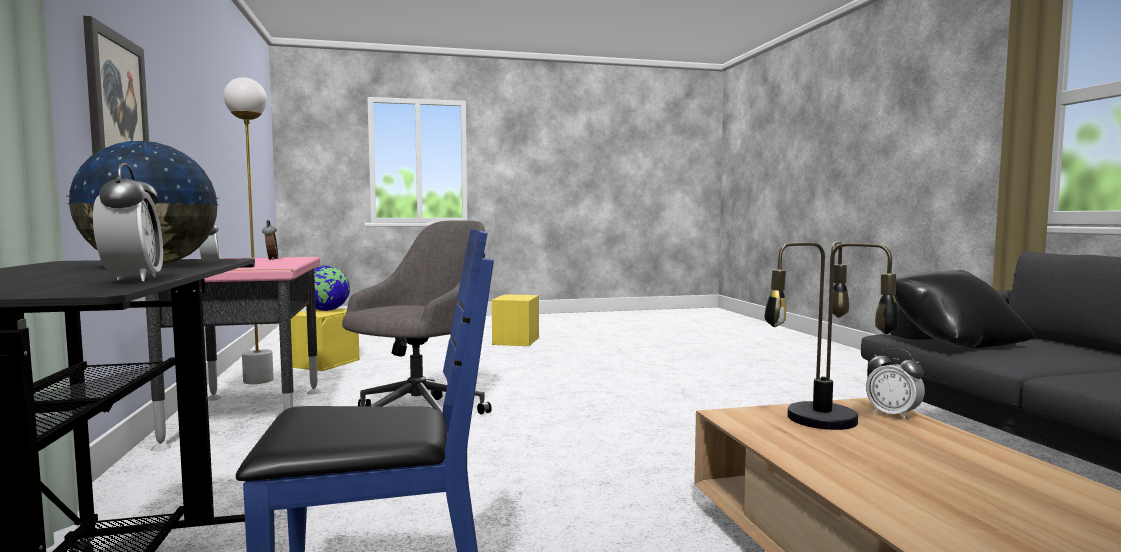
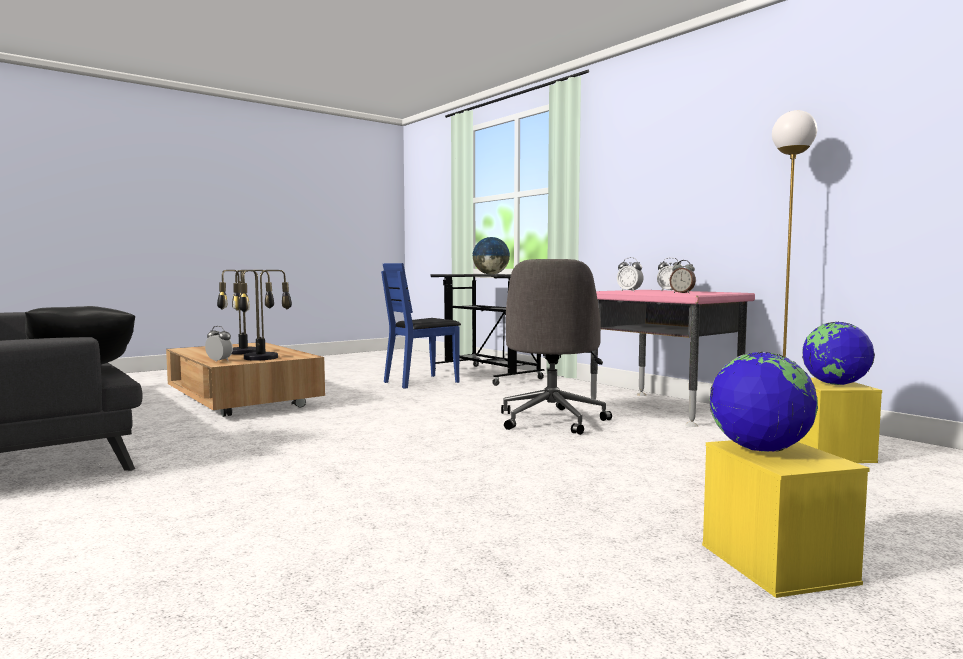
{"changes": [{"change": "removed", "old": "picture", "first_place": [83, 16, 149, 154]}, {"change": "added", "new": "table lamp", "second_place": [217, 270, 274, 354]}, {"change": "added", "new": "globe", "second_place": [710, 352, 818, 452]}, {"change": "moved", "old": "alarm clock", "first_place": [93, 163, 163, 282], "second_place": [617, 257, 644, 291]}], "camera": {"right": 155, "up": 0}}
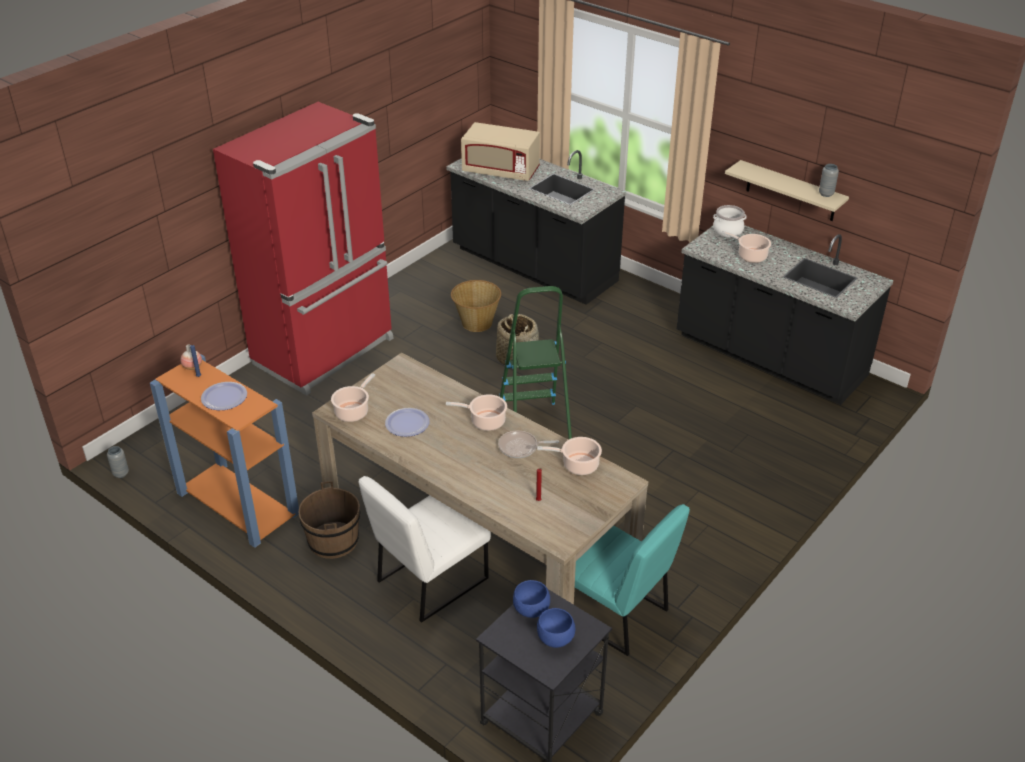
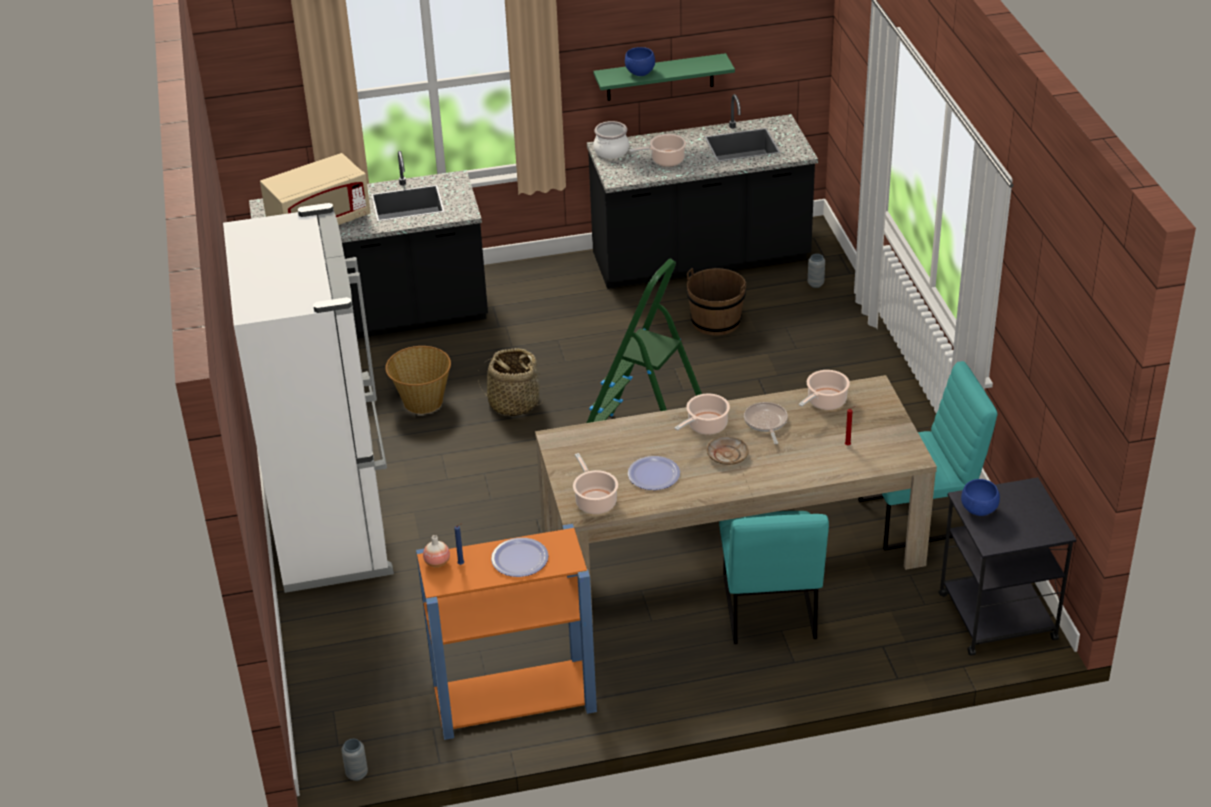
{"changes": [{"change": "added", "new": "plate (beige)", "second_place": [707, 436, 749, 465]}, {"change": "moved", "old": "bucket (brown)", "first_place": [299, 481, 360, 559], "second_place": [687, 268, 746, 336]}, {"change": "moved", "old": "bowl (blue)", "first_place": [537, 608, 575, 648], "second_place": [625, 47, 655, 76]}, {"change": "moved", "old": "vase (grey)", "first_place": [819, 164, 839, 197], "second_place": [808, 254, 825, 288]}, {"change": "recoloured", "old": "fridge (red)", "new": "fridge (white)", "first_place": [213, 102, 393, 396], "second_place": [223, 203, 394, 593]}, {"change": "recoloured", "old": "chair (white)", "new": "chair (turquoise)", "first_place": [359, 476, 491, 623], "second_place": [719, 511, 829, 644]}, {"change": "recoloured", "old": "shelf (beige)", "new": "shelf (green)", "first_place": [725, 160, 849, 221], "second_place": [593, 53, 735, 101]}, {"change": "turned", "old": "frying pan", "first_place": [498, 430, 559, 458], "second_place": [744, 402, 788, 444], "degrees": 135}], "camera": {"right": -50, "up": 0}}
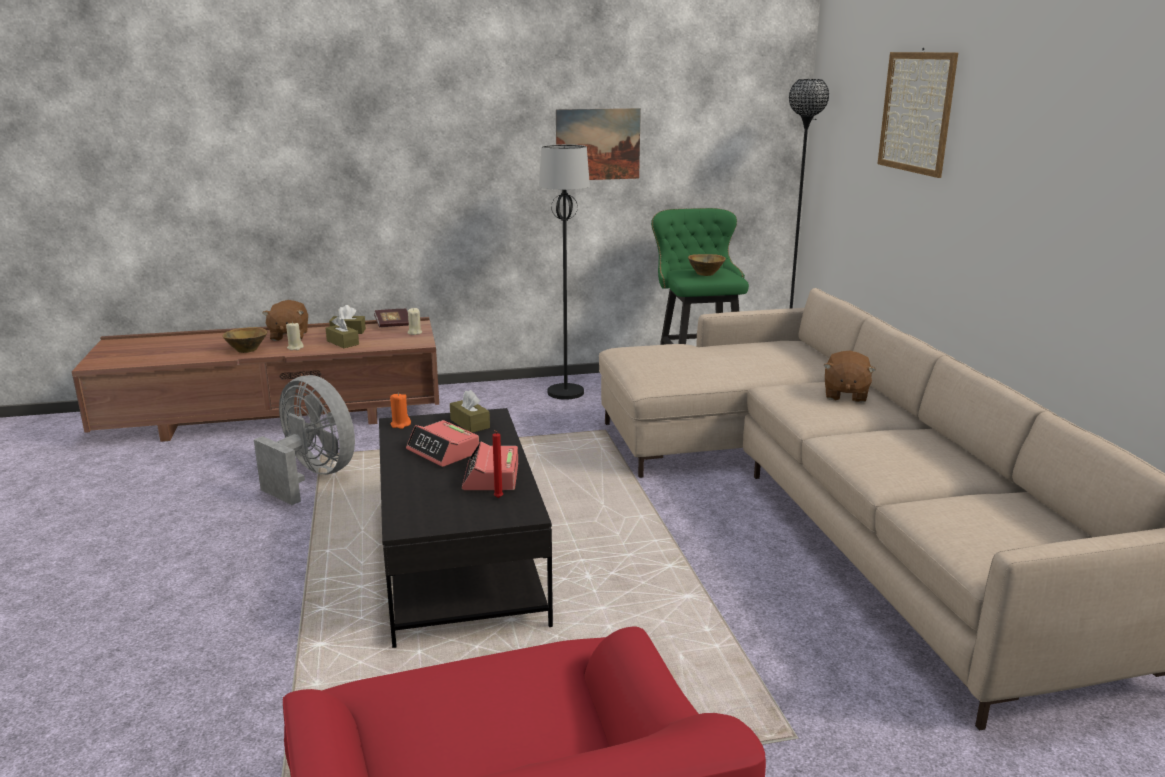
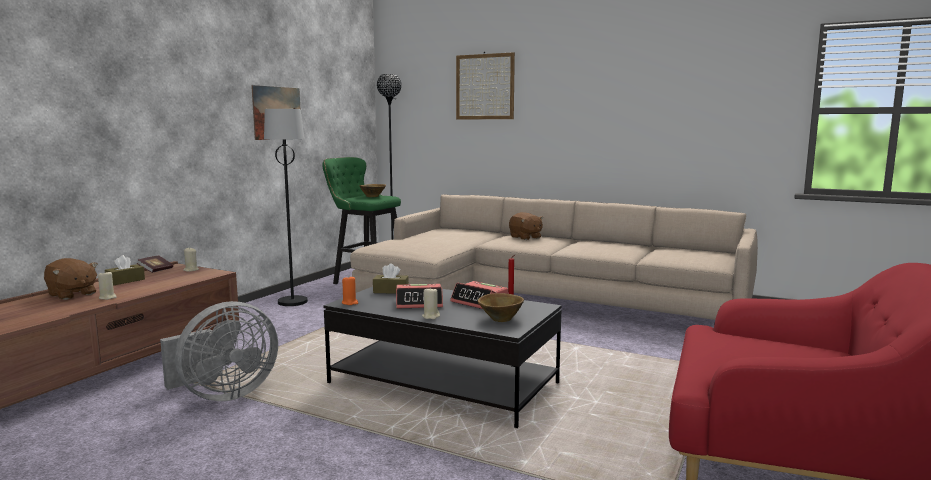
{"changes": [{"change": "removed", "old": "tissue box (brown)", "first_place": [326, 316, 359, 348]}, {"change": "added", "new": "candle (beige)", "second_place": [422, 289, 440, 319]}, {"change": "moved", "old": "bowl (brown)", "first_place": [222, 327, 267, 353], "second_place": [478, 293, 524, 322]}, {"change": "turned", "old": "fan (grey)", "first_place": [254, 375, 355, 505], "second_place": [160, 301, 278, 401], "degrees": 150}], "camera": {"right": -50, "up": -10}}
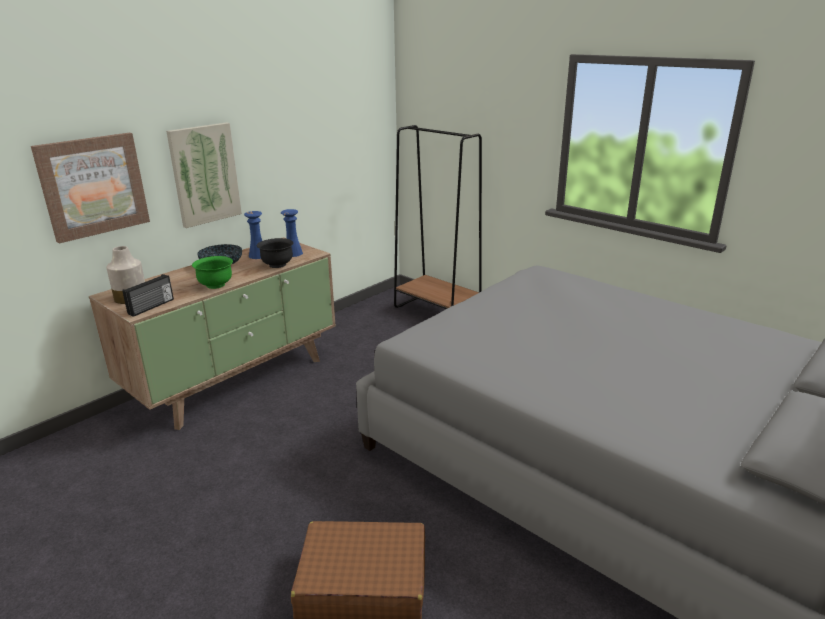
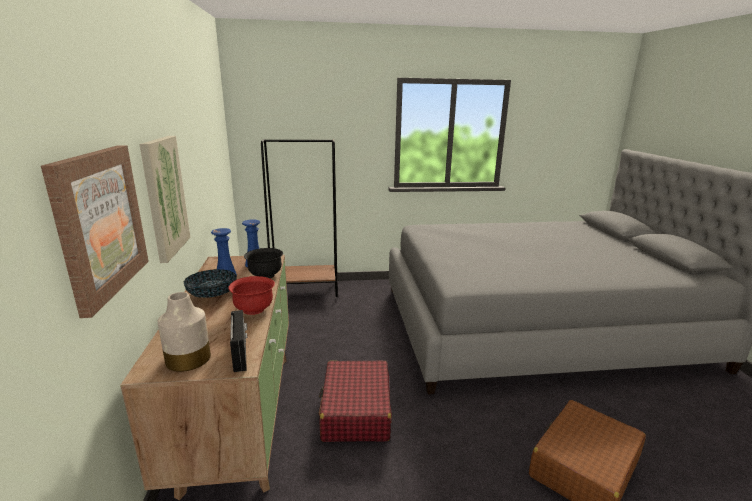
{"changes": [{"change": "added", "new": "suitcase (red)", "second_place": [318, 360, 392, 442]}, {"change": "recoloured", "old": "bowl (green)", "new": "bowl (red)", "first_place": [192, 256, 233, 289], "second_place": [228, 276, 275, 315]}], "camera": {"right": -50, "up": -5}}
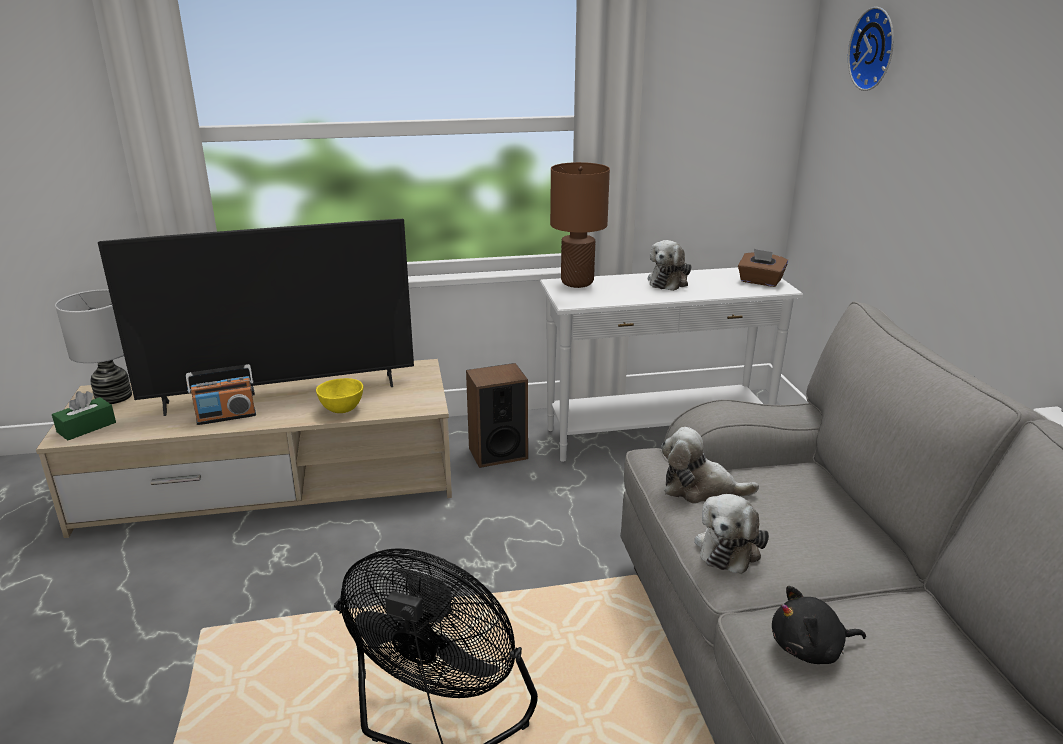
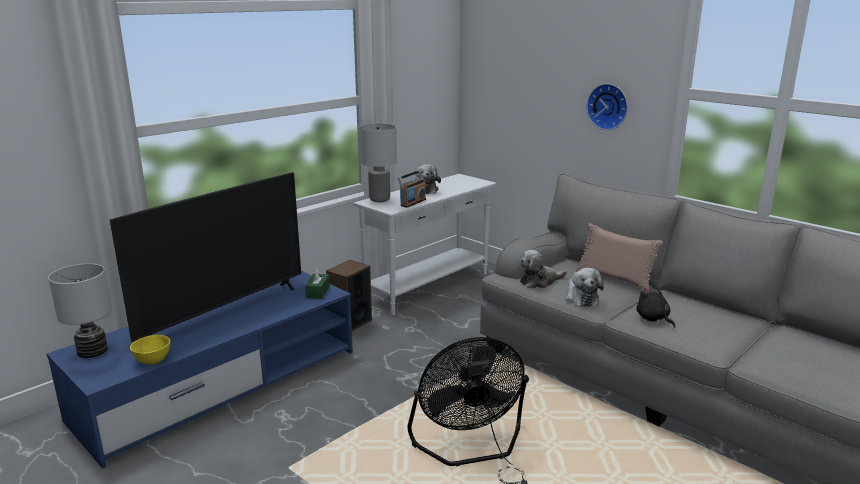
{"changes": [{"change": "removed", "old": "tissue box (brown)", "first_place": [738, 249, 788, 287]}, {"change": "added", "new": "pillow (beige)", "second_place": [576, 223, 663, 292]}, {"change": "moved", "old": "tissue box (green)", "first_place": [52, 391, 116, 440], "second_place": [305, 268, 329, 299]}, {"change": "moved", "old": "radio", "first_place": [186, 364, 256, 425], "second_place": [398, 170, 426, 208]}, {"change": "moved", "old": "bowl (yellow)", "first_place": [316, 378, 363, 413], "second_place": [130, 335, 170, 365]}, {"change": "moved", "old": "wall clock", "first_place": [848, 7, 894, 91], "second_place": [587, 84, 628, 130]}, {"change": "recoloured", "old": "tv stand (beige)", "new": "tv stand (blue)", "first_place": [36, 359, 452, 538], "second_place": [47, 271, 353, 469]}, {"change": "recoloured", "old": "table lamp (brown)", "new": "table lamp (grey)", "first_place": [550, 162, 610, 288], "second_place": [359, 124, 397, 202]}, {"change": "turned", "old": "plush toy (black)", "first_place": [772, 586, 866, 664], "second_place": [636, 287, 675, 328], "degrees": 105}], "camera": {"right": -35, "up": -5}}
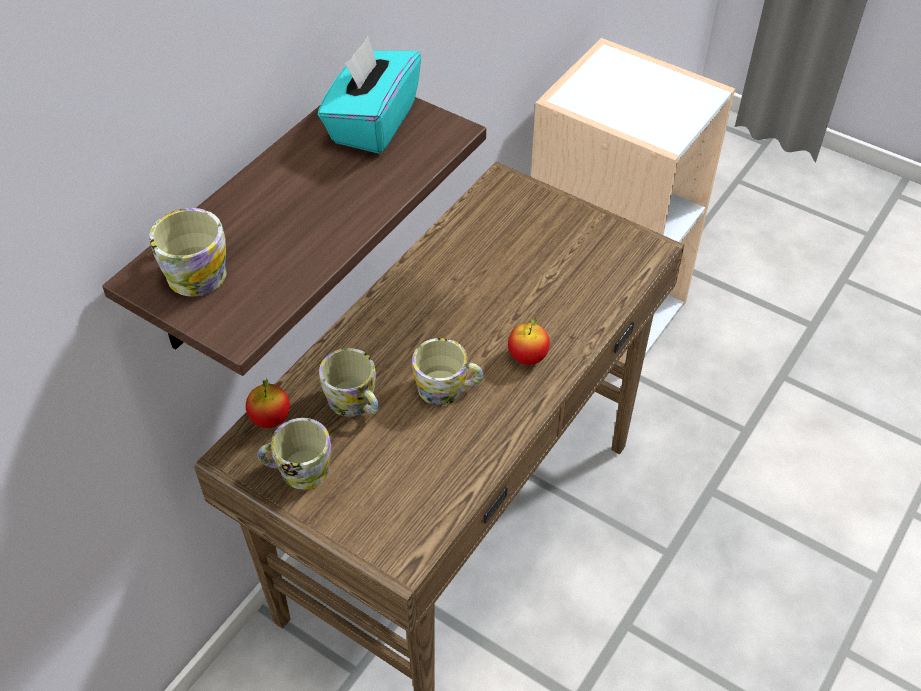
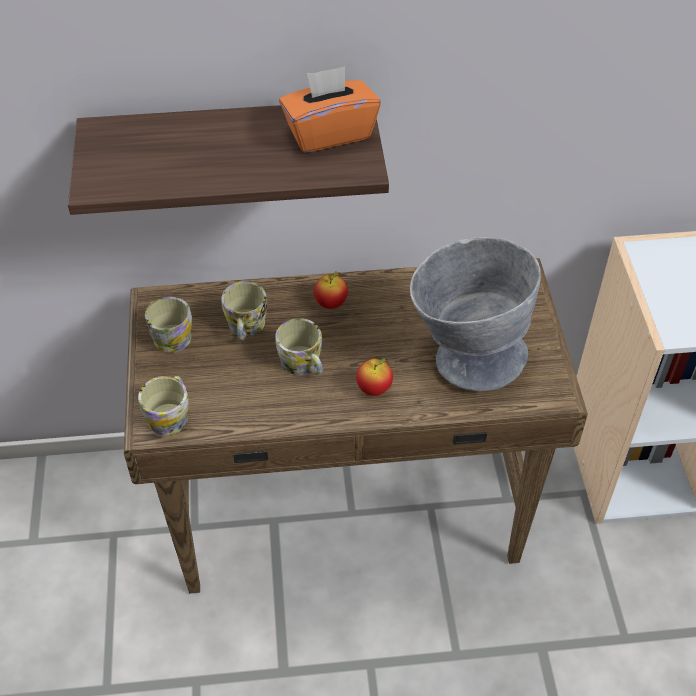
{"changes": [{"change": "added", "new": "bowl (grey)", "second_place": [410, 237, 541, 391]}, {"change": "moved", "old": "mug", "first_place": [149, 208, 227, 297], "second_place": [138, 376, 188, 435]}, {"change": "moved", "old": "apple", "first_place": [246, 378, 290, 428], "second_place": [314, 271, 348, 309]}, {"change": "recoloured", "old": "tissue box (turquoise)", "new": "tissue box (orange)", "first_place": [318, 37, 421, 154], "second_place": [279, 66, 381, 153]}], "camera": {"right": 50, "up": 0}}
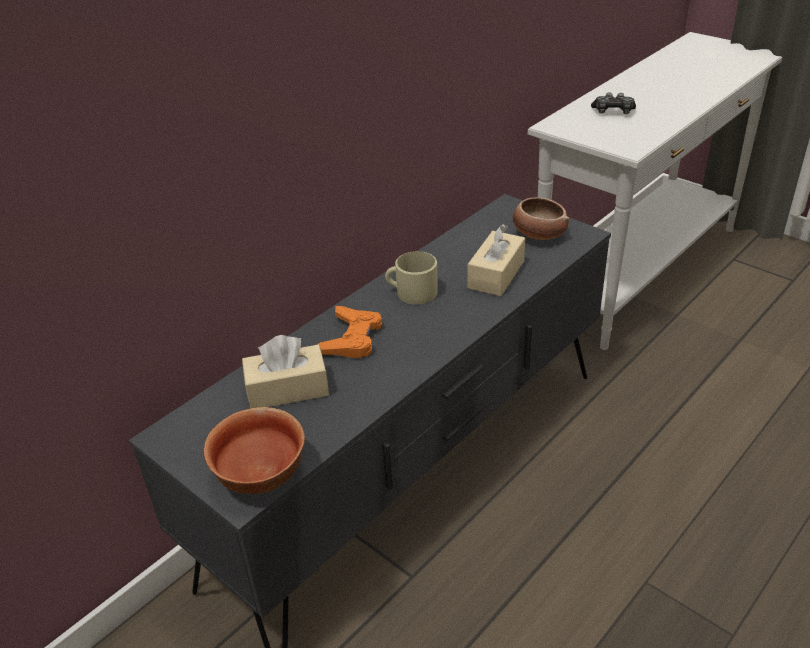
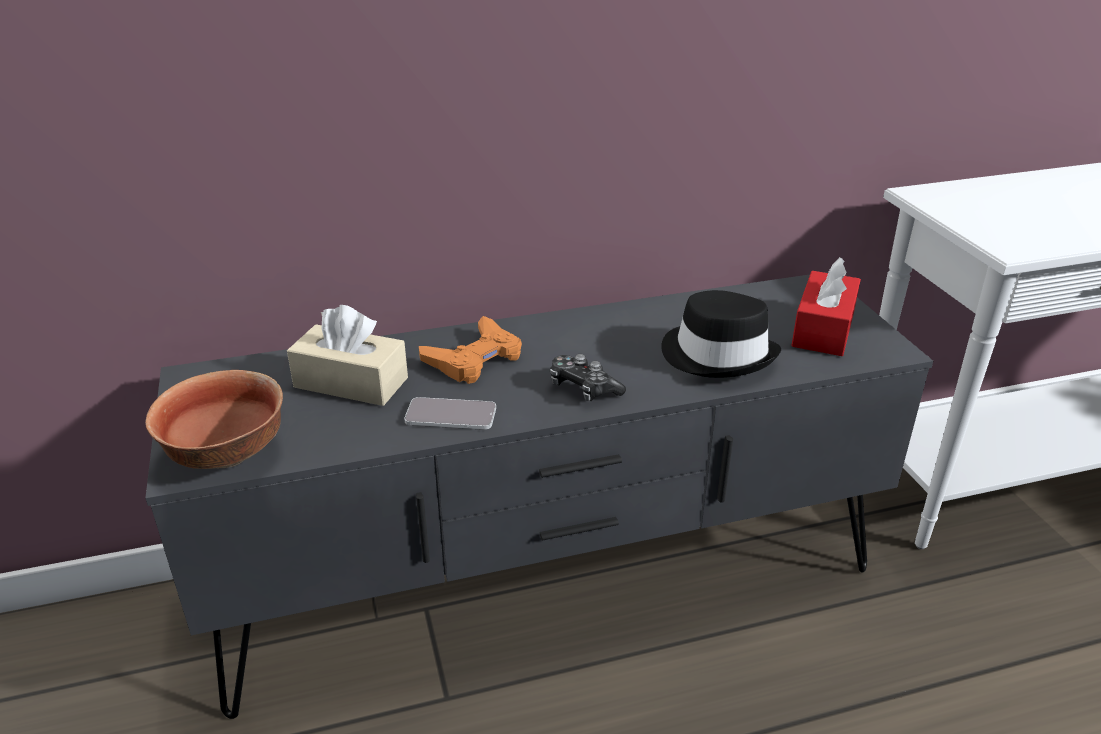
{"changes": [{"change": "removed", "old": "mug (beige)", "first_place": [385, 251, 438, 305]}, {"change": "added", "new": "phone", "second_place": [404, 397, 496, 430]}, {"change": "moved", "old": "game controller", "first_place": [591, 92, 636, 114], "second_place": [550, 354, 626, 401]}, {"change": "replaced", "old": "tissue box (beige)", "new": "hat (black)", "first_place": [468, 224, 525, 296], "second_place": [661, 290, 781, 378]}, {"change": "replaced", "old": "bowl", "new": "tissue box (red)", "first_place": [513, 197, 569, 240], "second_place": [791, 257, 861, 356]}], "camera": {"right": 30, "up": -5}}
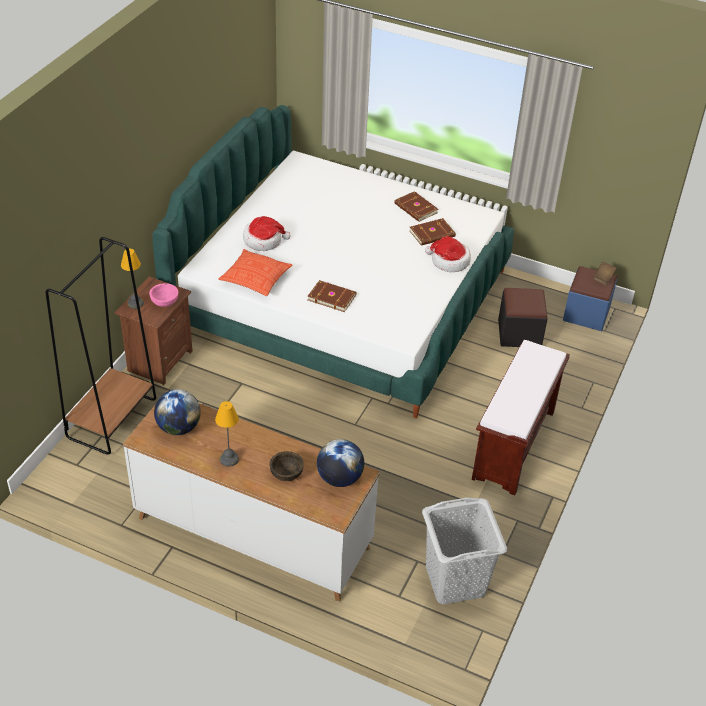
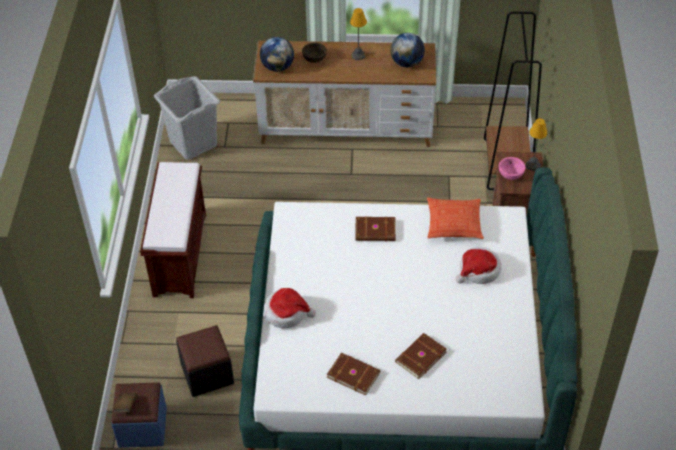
{"changes": [{"change": "moved", "old": "book (brown)", "first_place": [410, 218, 456, 246], "second_place": [395, 333, 446, 379]}], "camera": {"right": 160, "up": 5}}
